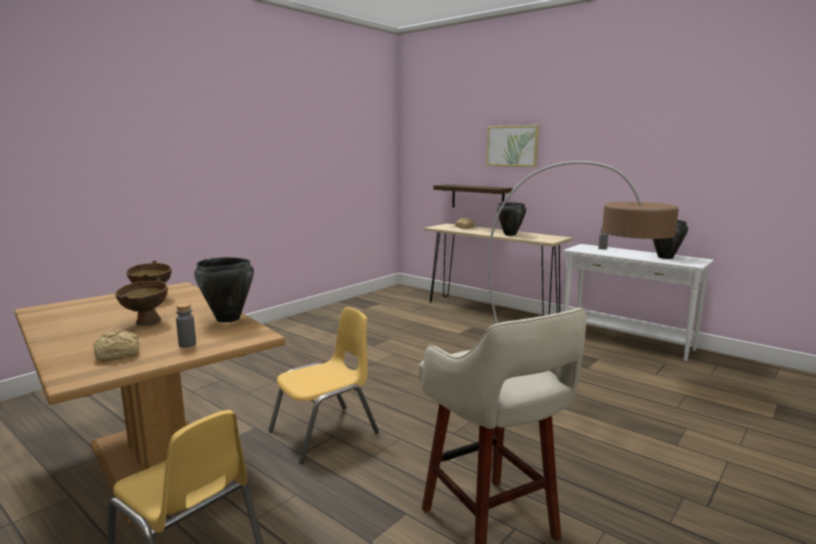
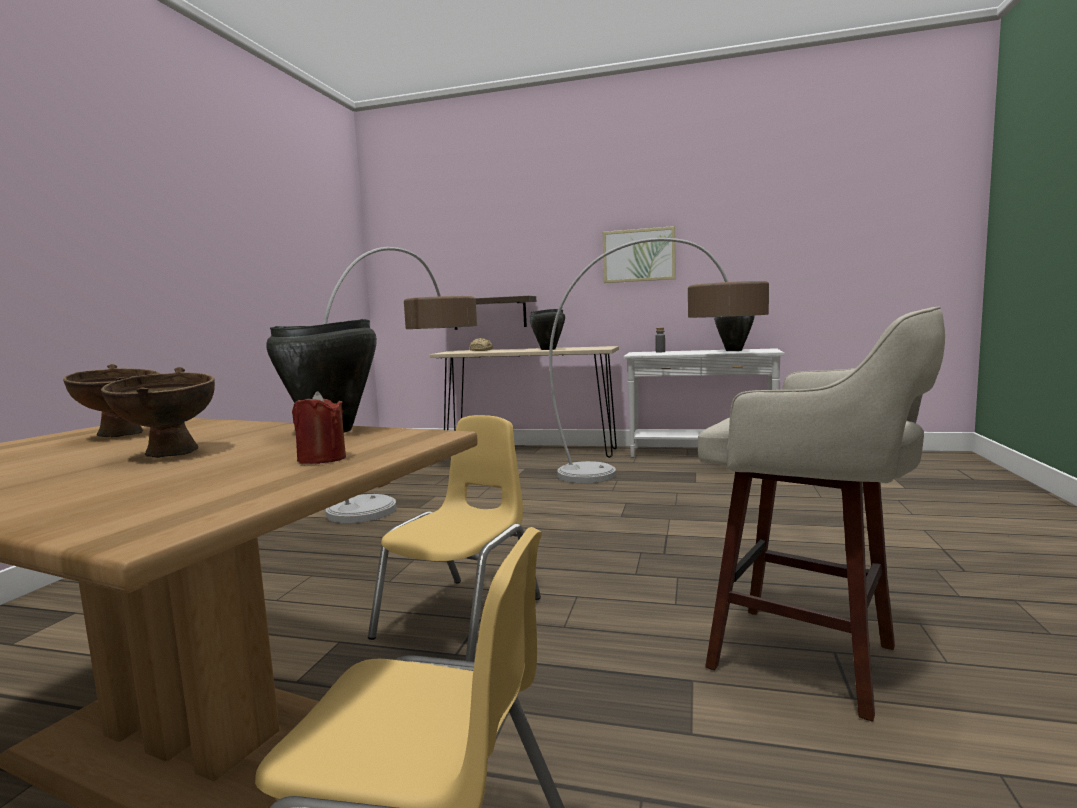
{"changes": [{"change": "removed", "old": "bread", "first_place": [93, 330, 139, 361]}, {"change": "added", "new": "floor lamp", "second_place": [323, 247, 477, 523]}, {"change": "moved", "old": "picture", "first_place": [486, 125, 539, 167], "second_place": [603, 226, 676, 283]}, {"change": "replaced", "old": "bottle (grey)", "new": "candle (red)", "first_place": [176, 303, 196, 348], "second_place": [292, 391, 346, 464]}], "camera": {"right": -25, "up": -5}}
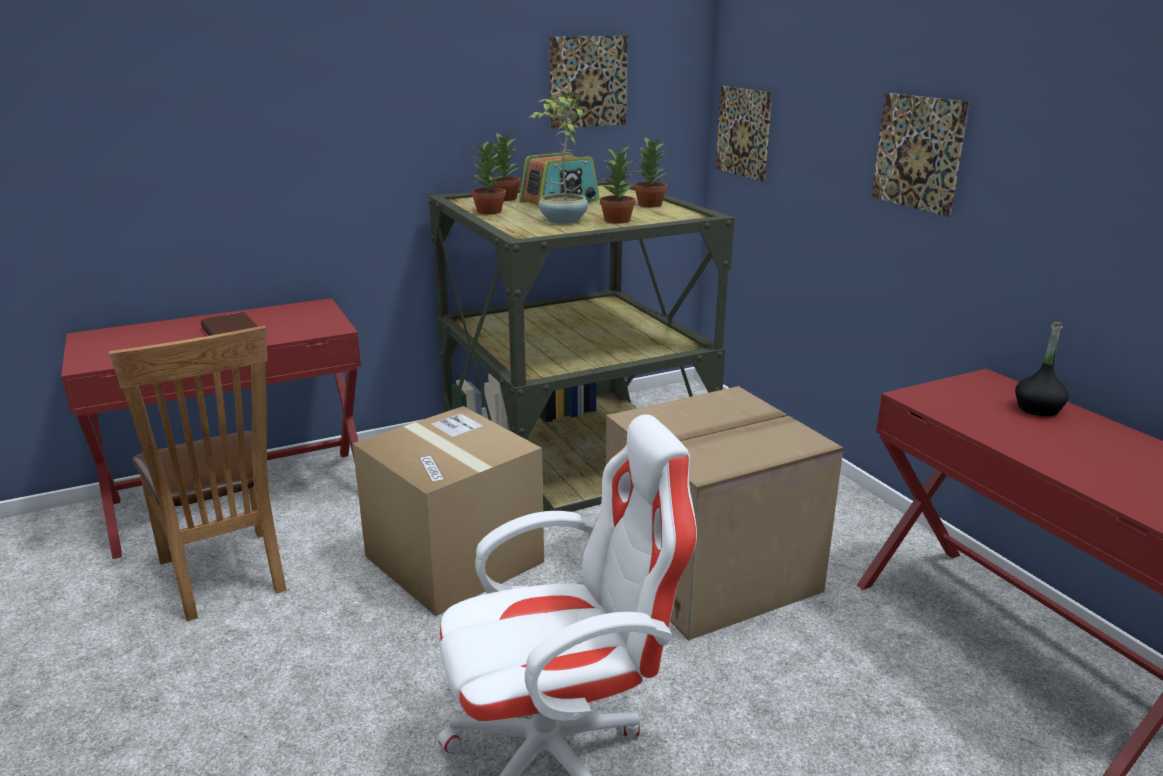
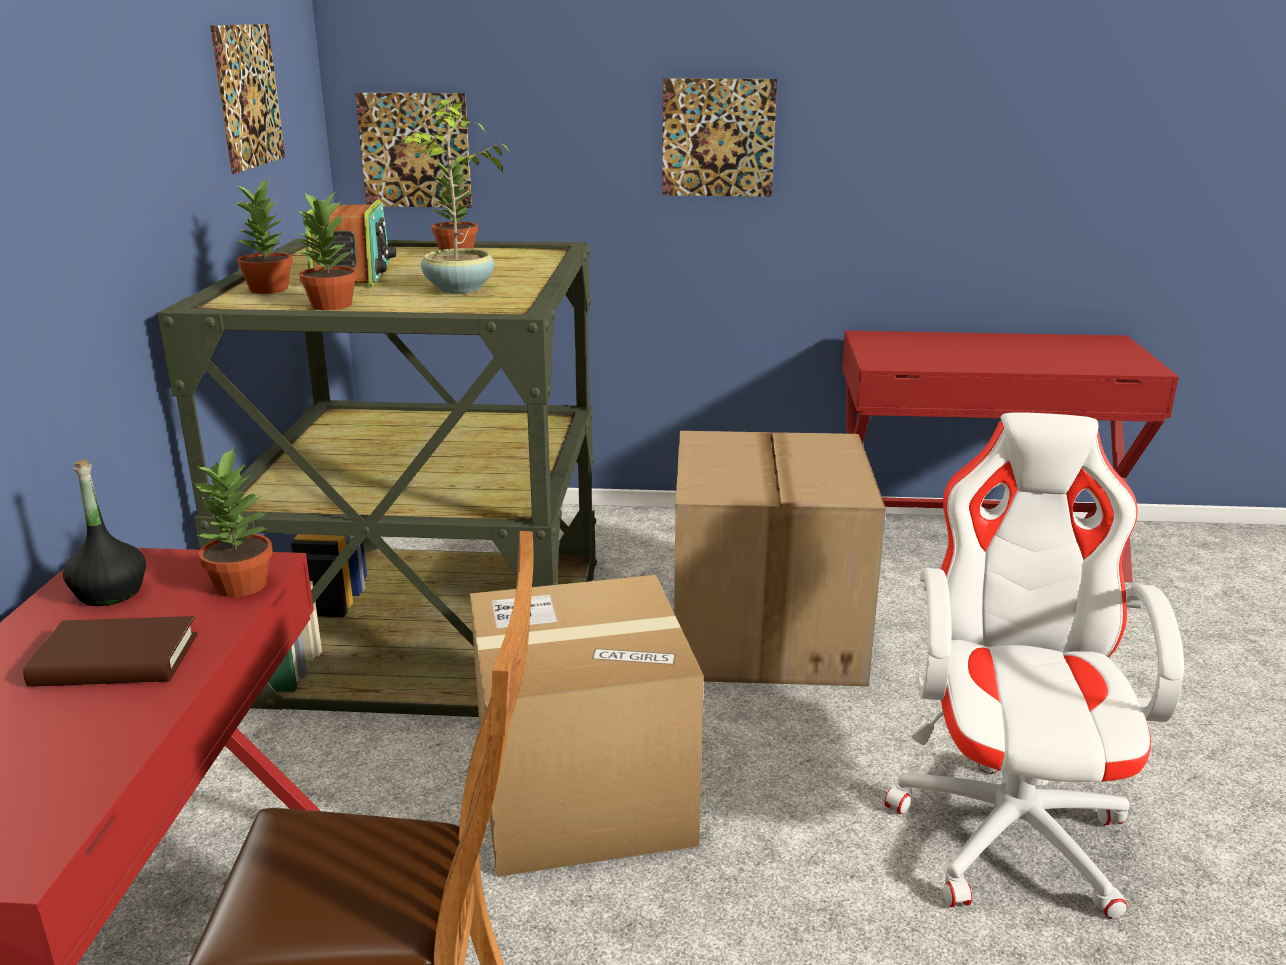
{"changes": [{"change": "moved", "old": "potted plant", "first_place": [600, 146, 636, 224], "second_place": [192, 447, 273, 597]}, {"change": "moved", "old": "bottle (black)", "first_place": [1015, 322, 1069, 416], "second_place": [63, 459, 146, 606]}], "camera": {"right": -60, "up": 0}}
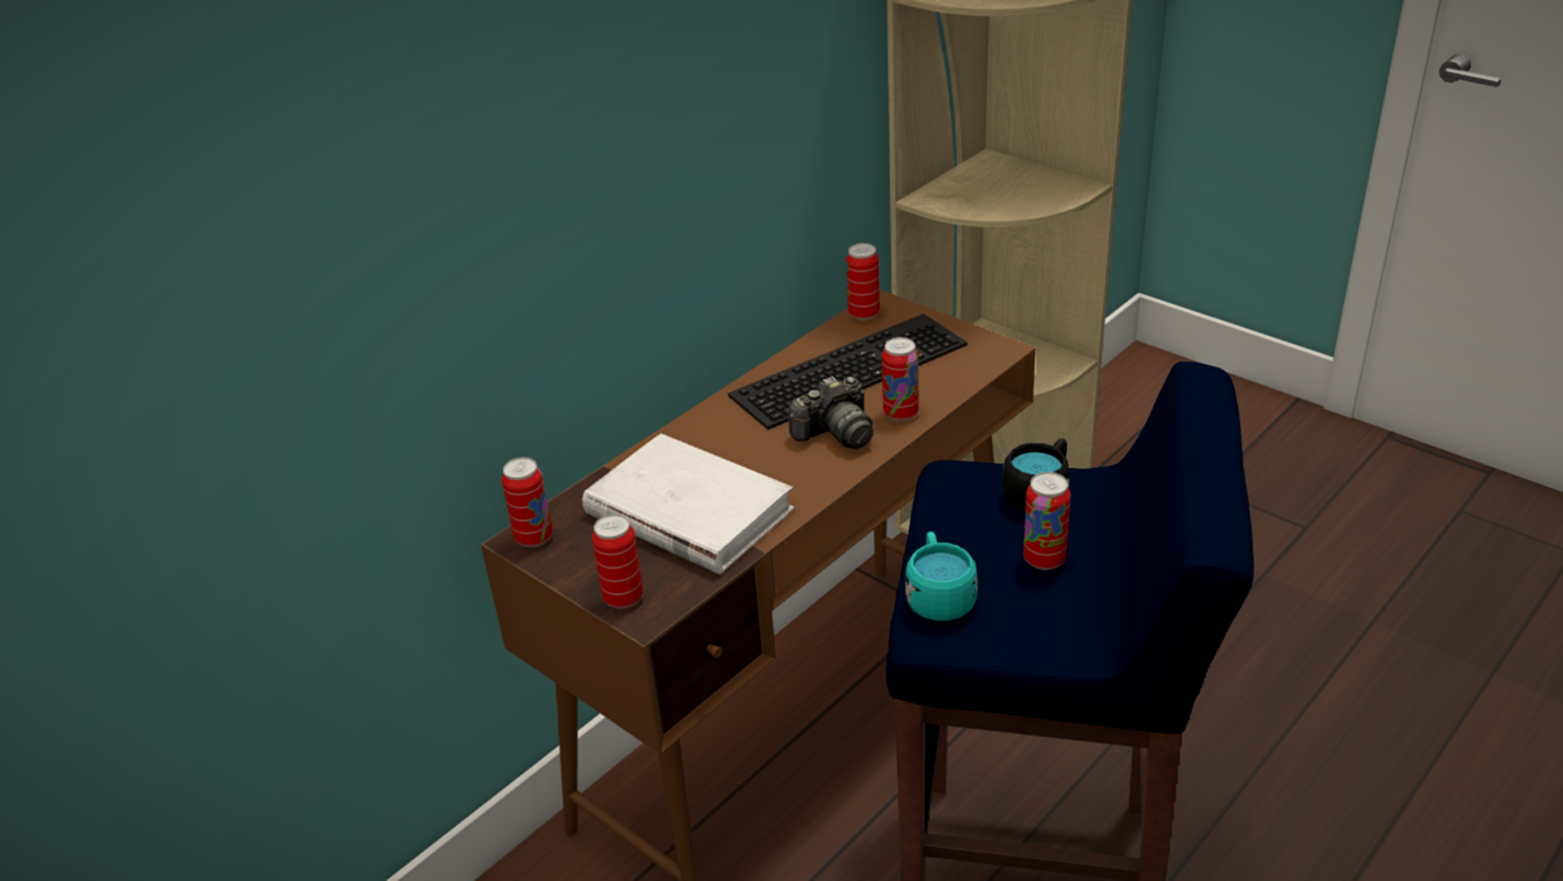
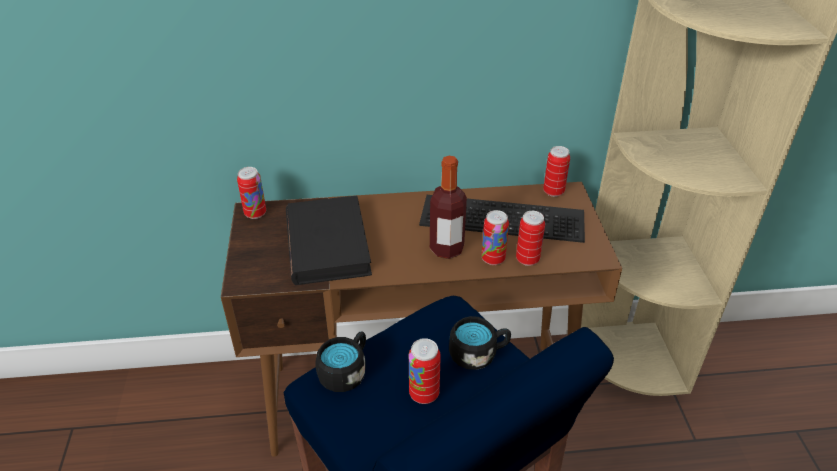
{"changes": [{"change": "moved", "old": "can", "first_place": [592, 514, 643, 609], "second_place": [516, 211, 545, 266]}, {"change": "replaced", "old": "photo camera", "new": "bottle", "first_place": [788, 376, 874, 449], "second_place": [430, 156, 467, 259]}, {"change": "recoloured", "old": "book (white)", "new": "book (black)", "first_place": [582, 433, 794, 575], "second_place": [286, 196, 372, 285]}, {"change": "recoloured", "old": "mug (turquoise)", "new": "mug (black)", "first_place": [905, 531, 978, 621], "second_place": [315, 331, 366, 392]}], "camera": {"right": 40, "up": 5}}
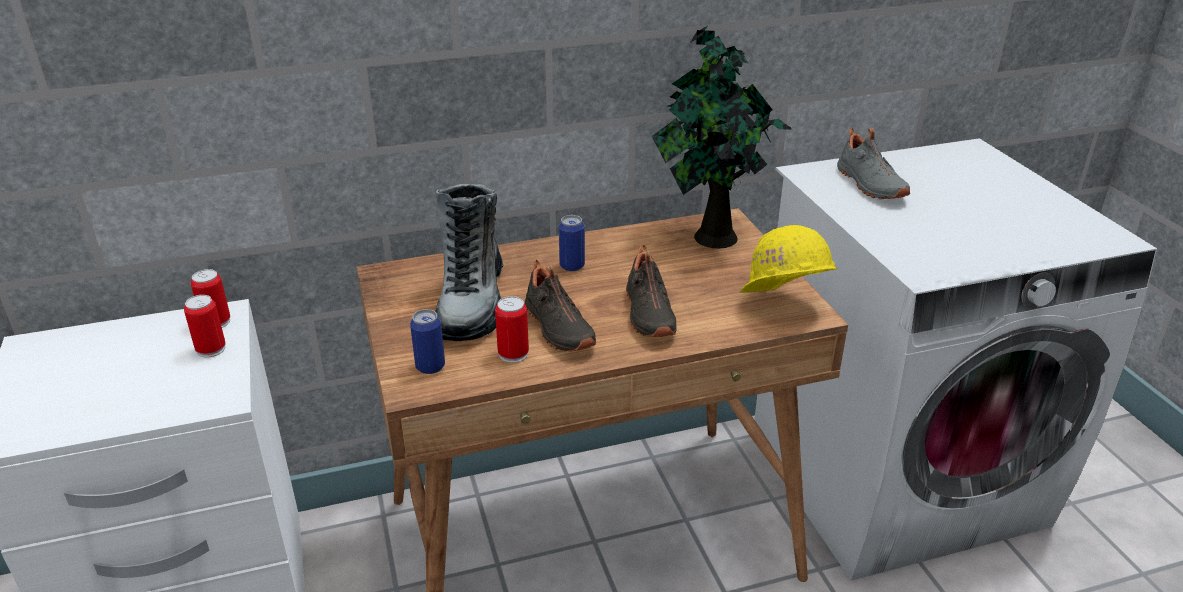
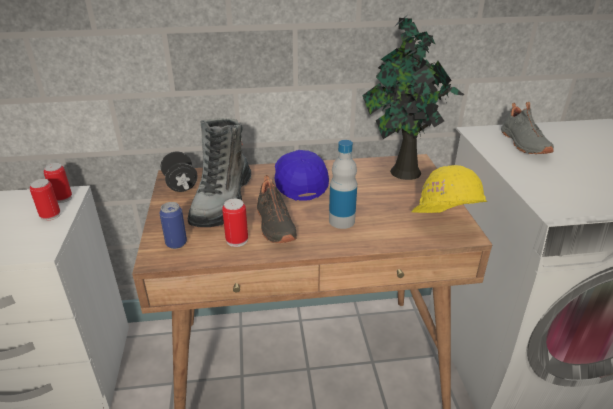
{"changes": [{"change": "added", "new": "dumbbell (black)", "second_place": [161, 152, 197, 192]}, {"change": "replaced", "old": "can", "new": "cap (blue)", "first_place": [559, 215, 585, 271], "second_place": [274, 150, 329, 201]}, {"change": "replaced", "old": "shoe (black)", "new": "bottle", "first_place": [626, 245, 677, 337], "second_place": [329, 140, 357, 229]}], "camera": {"right": 10, "up": 0}}
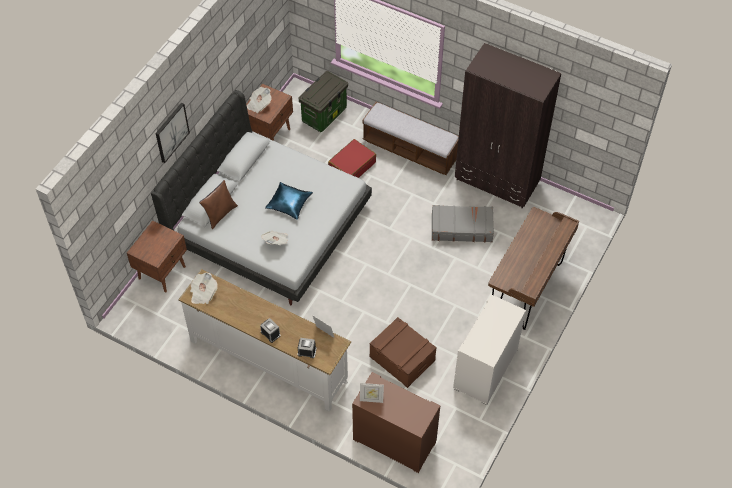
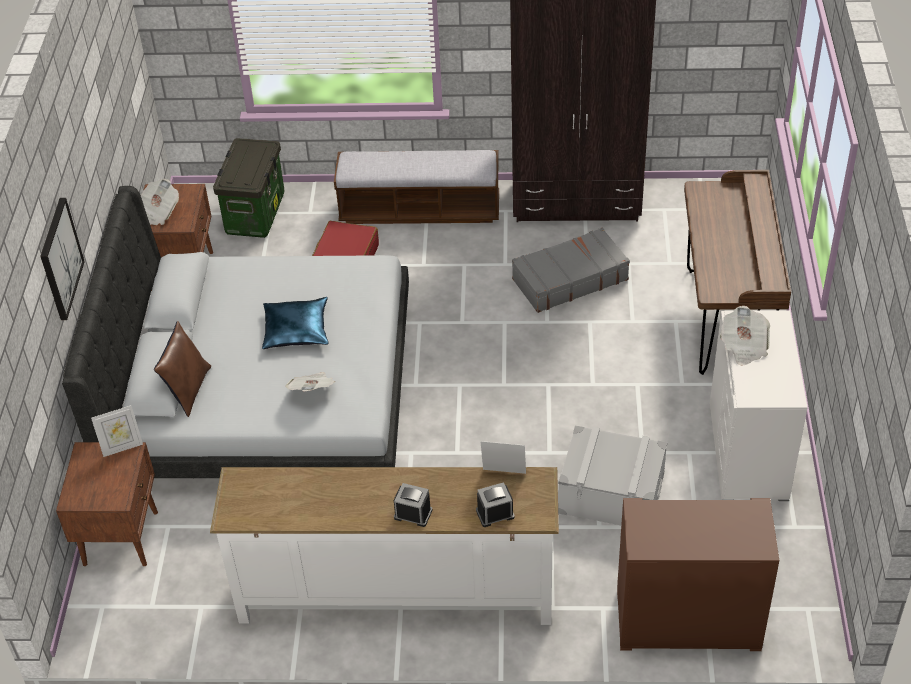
{"changes": [{"change": "moved", "old": "newspaper", "first_place": [190, 272, 218, 304], "second_place": [720, 306, 770, 366]}, {"change": "moved", "old": "picture frame", "first_place": [360, 383, 384, 403], "second_place": [91, 405, 143, 457]}, {"change": "recoloured", "old": "storage box (brown)", "new": "storage box (grey)", "first_place": [369, 317, 437, 388], "second_place": [558, 426, 667, 525]}], "camera": {"right": -25, "up": -10}}
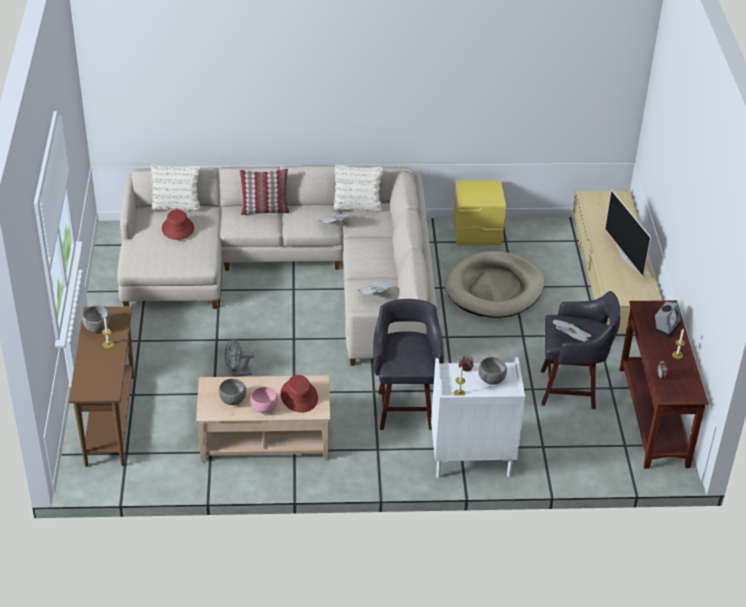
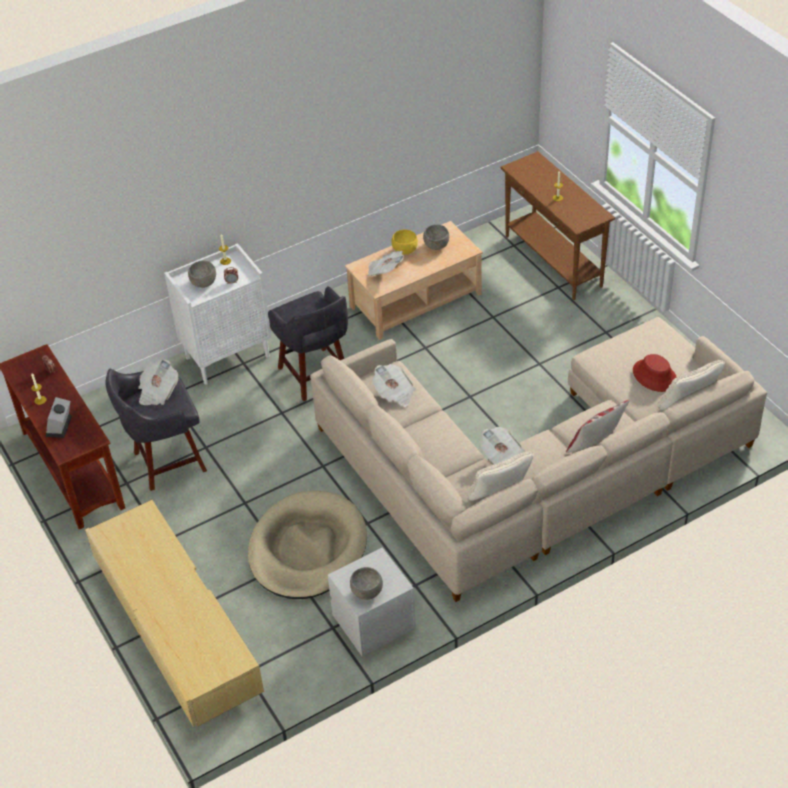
{"changes": [{"change": "removed", "old": "fan (grey)", "first_place": [225, 338, 255, 377]}, {"change": "removed", "old": "television", "first_place": [605, 189, 652, 278]}, {"change": "moved", "old": "bowl (grey)", "first_place": [82, 306, 110, 332], "second_place": [350, 567, 383, 600]}, {"change": "replaced", "old": "hat (red)", "new": "newspaper", "first_place": [280, 375, 318, 413], "second_place": [367, 251, 404, 276]}, {"change": "recoloured", "old": "bowl (pink)", "new": "bowl (yellow)", "first_place": [250, 387, 279, 414], "second_place": [392, 229, 418, 255]}, {"change": "recoloured", "old": "nightstand (yellow)", "new": "nightstand (white)", "first_place": [453, 180, 506, 246], "second_place": [328, 547, 416, 657]}], "camera": {"right": 155, "up": 5}}
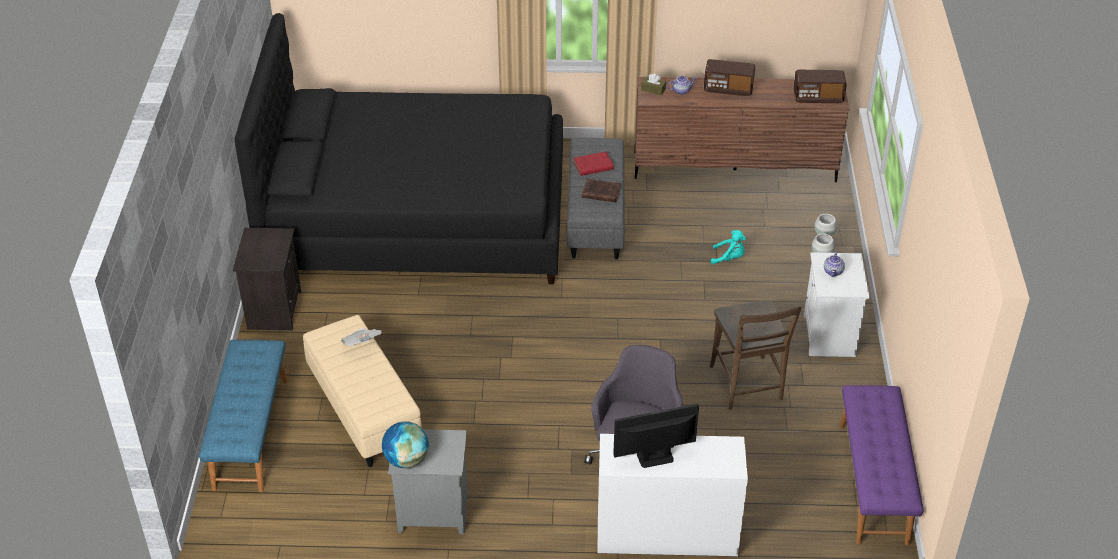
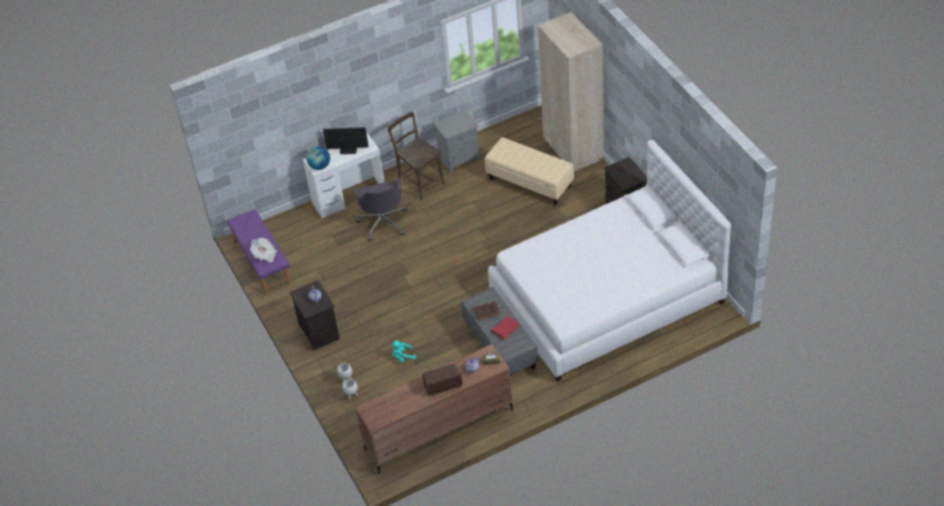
{"changes": [{"change": "removed", "old": "radio", "first_place": [794, 70, 847, 103]}, {"change": "moved", "old": "newspaper", "first_place": [341, 328, 382, 346], "second_place": [250, 238, 277, 262]}, {"change": "moved", "old": "globe", "first_place": [382, 421, 429, 468], "second_place": [306, 146, 330, 170]}, {"change": "moved", "old": "chair (brown)", "first_place": [710, 300, 801, 409], "second_place": [388, 112, 445, 200]}, {"change": "replaced", "old": "bench (blue)", "new": "wardrobe (beige)", "first_place": [199, 340, 288, 492], "second_place": [538, 12, 604, 172]}, {"change": "recoloured", "old": "bed (black)", "new": "bed (white)", "first_place": [234, 13, 563, 284], "second_place": [488, 140, 731, 381]}, {"change": "recoloured", "old": "nightstand (white)", "new": "nightstand (black)", "first_place": [804, 252, 869, 357], "second_place": [289, 280, 340, 350]}, {"change": "turned", "old": "monitor", "first_place": [613, 404, 699, 468], "second_place": [323, 127, 369, 154], "degrees": 45}], "camera": {"right": 155, "up": 5}}
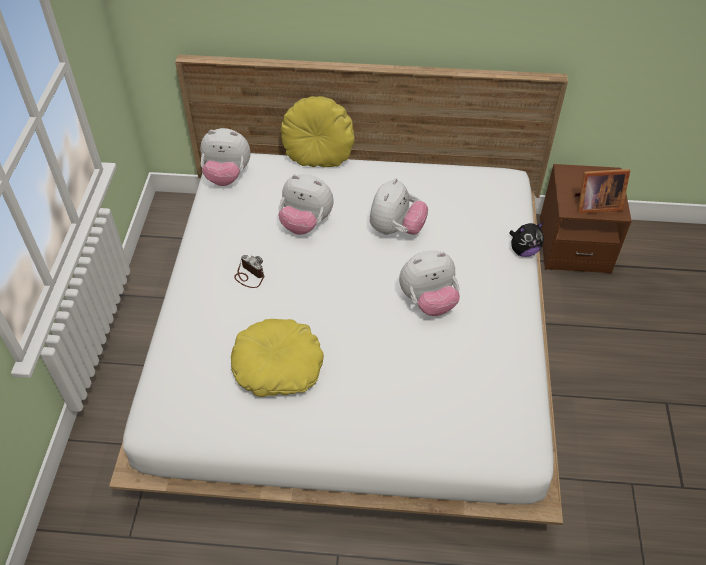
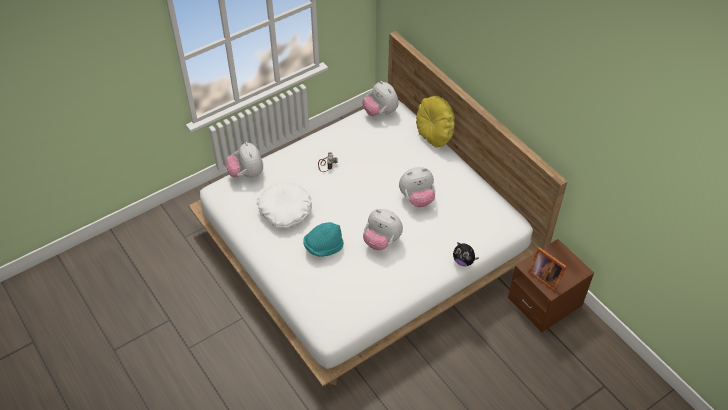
{"changes": [{"change": "added", "new": "hat (turquoise)", "second_place": [303, 222, 344, 257]}, {"change": "moved", "old": "plush toy", "first_place": [278, 174, 334, 235], "second_place": [226, 142, 263, 178]}, {"change": "recoloured", "old": "pillow (yellow)", "new": "pillow (white)", "first_place": [231, 319, 324, 397], "second_place": [257, 181, 312, 228]}], "camera": {"right": 50, "up": 0}}
